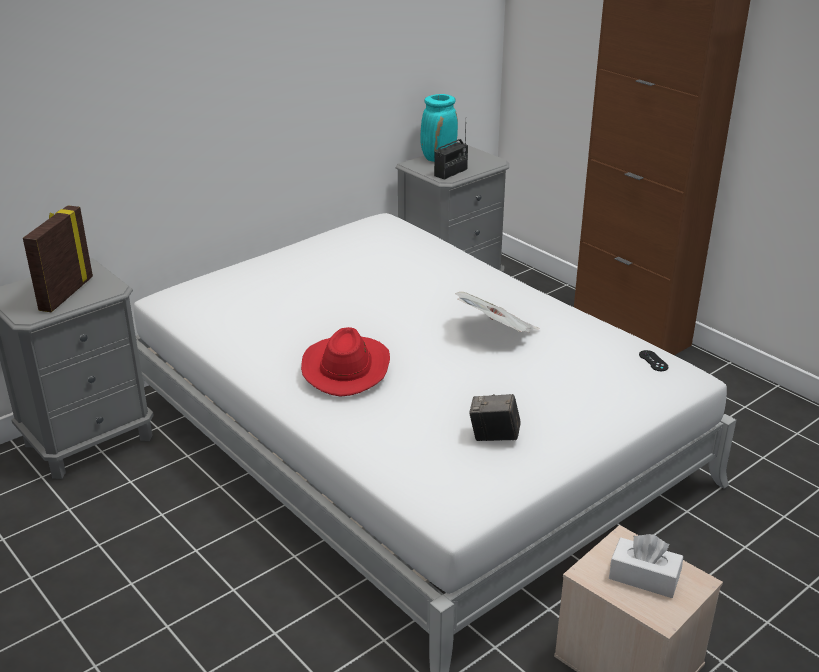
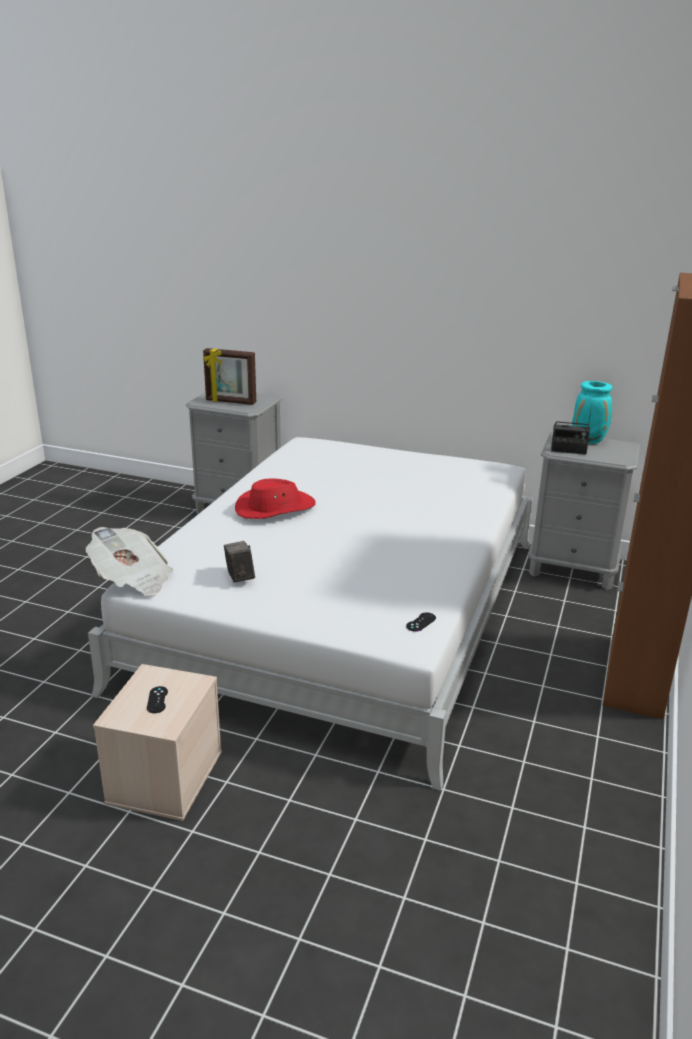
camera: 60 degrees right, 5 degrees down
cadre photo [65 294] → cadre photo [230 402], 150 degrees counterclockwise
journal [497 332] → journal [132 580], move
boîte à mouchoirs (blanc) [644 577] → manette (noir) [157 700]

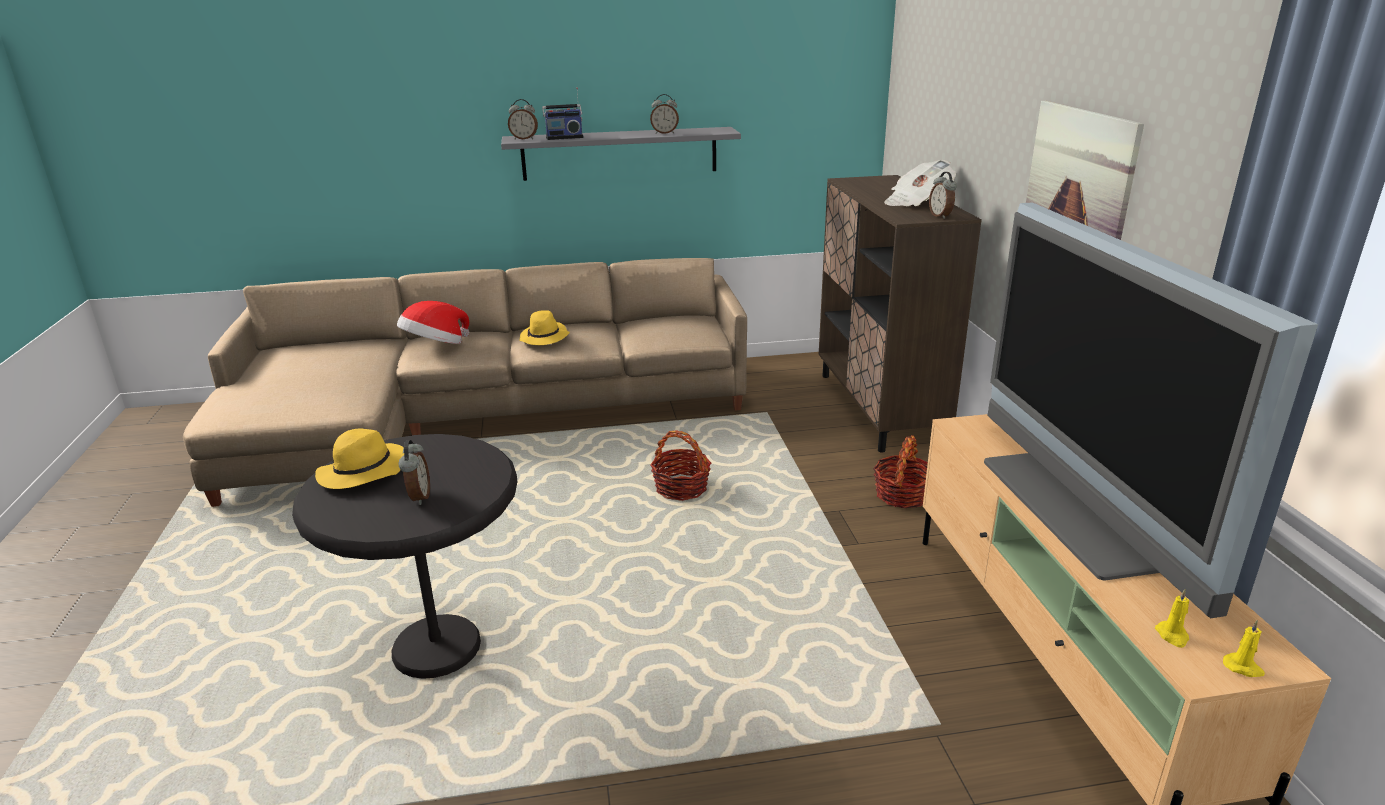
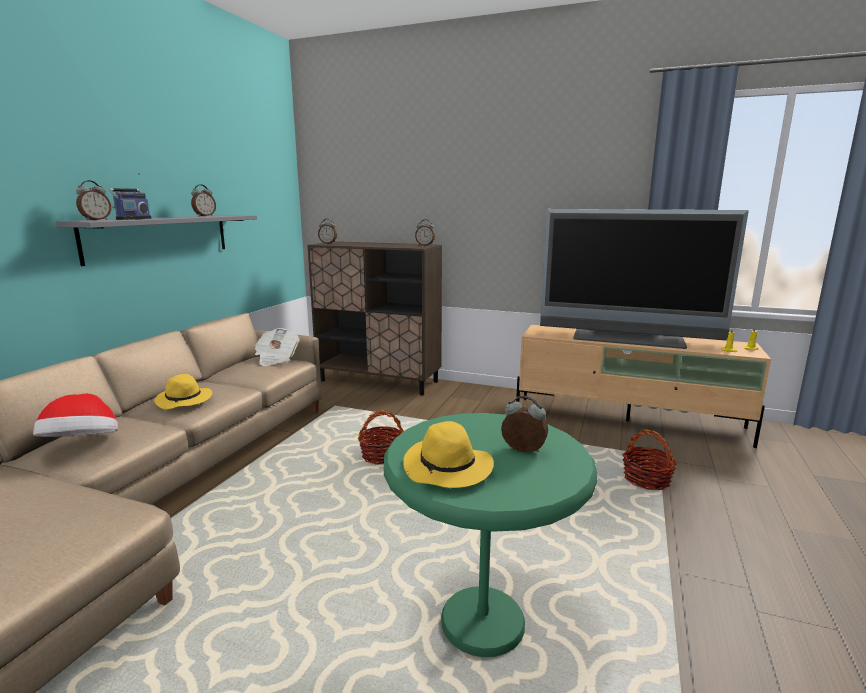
camera: 60 degrees left, 10 degrees down
table d'appoint (noir) [437 648] → table d'appoint (vert) [482 623]
panier [902 495] → panier [646 479], move
journal [916 202] → journal [276 359], move
tableau [1080 168] → -
- → réveil [328 243]

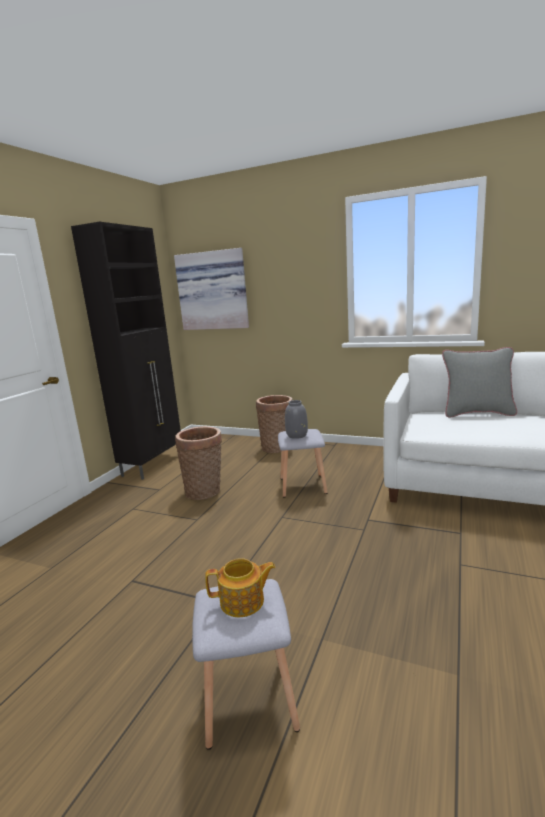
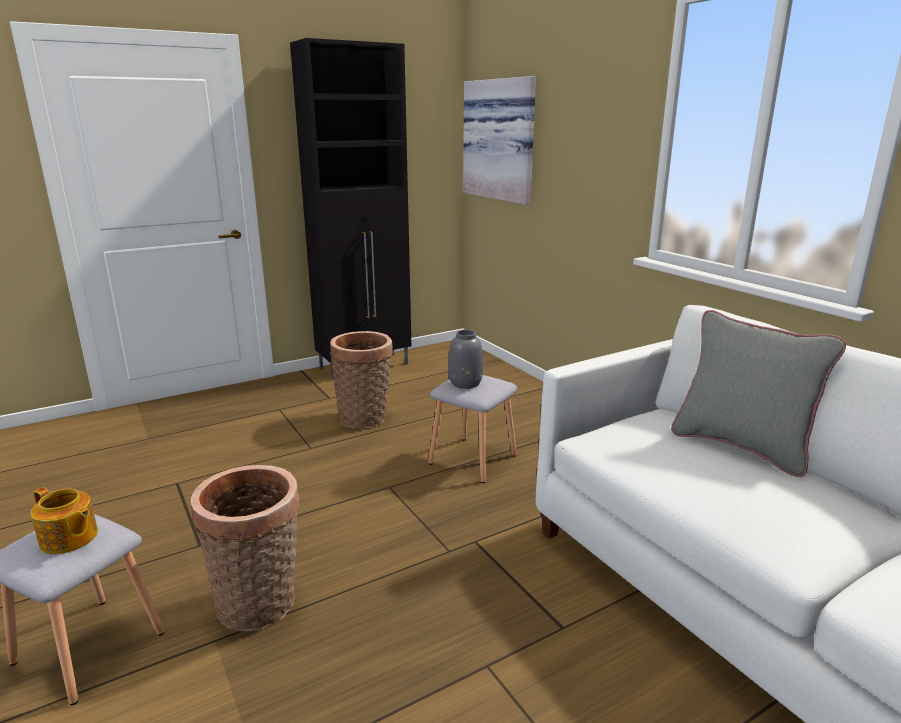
camera: 35 degrees right, 5 degrees up
panier [277 447] → panier [260 606], move

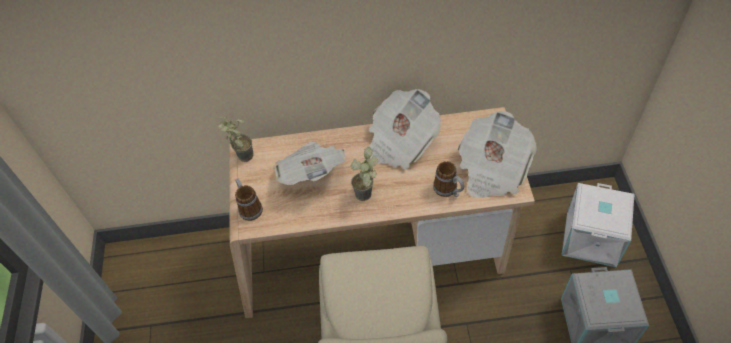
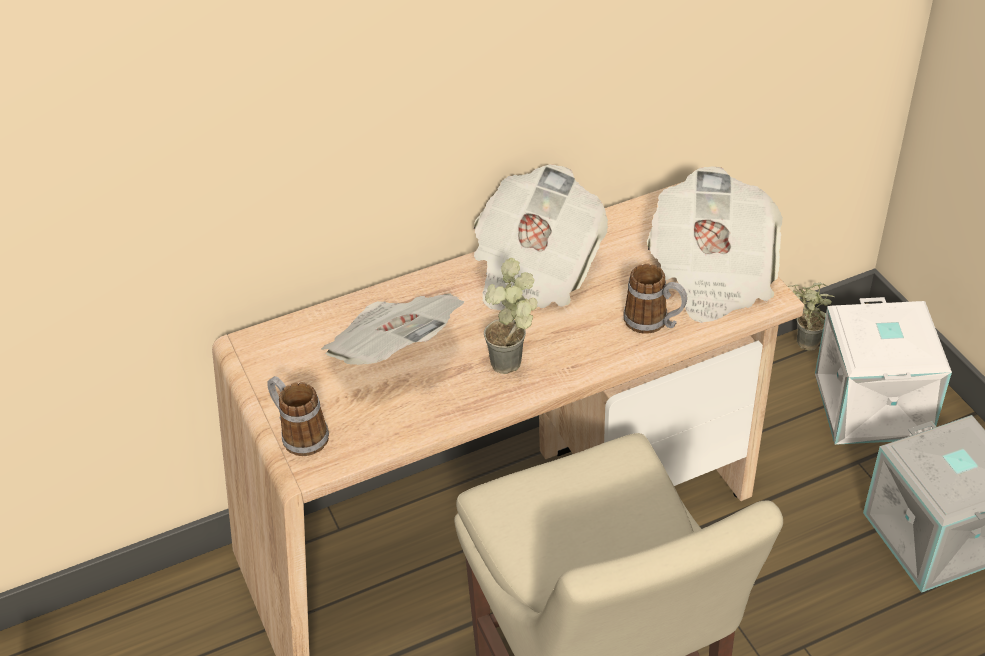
camera: 20 degrees left, 10 degrees down
plante en pot [241 156] → plante en pot [801 344], move

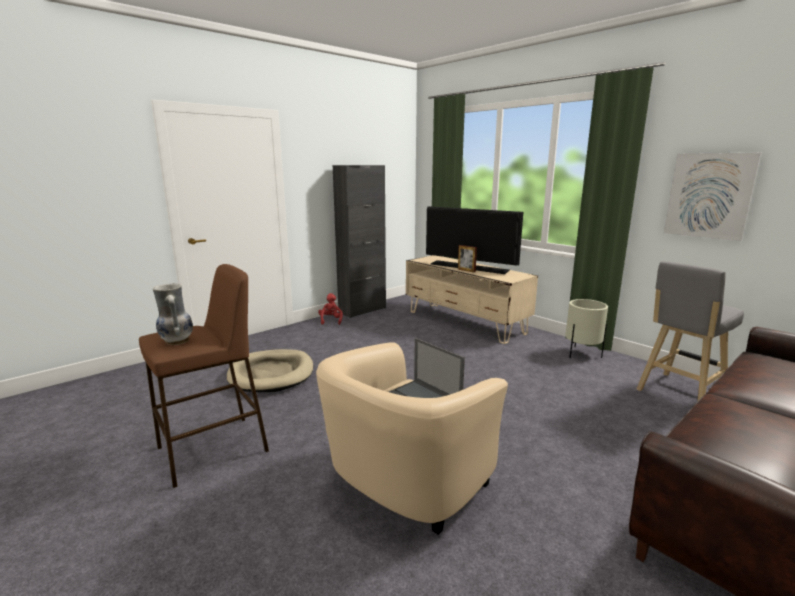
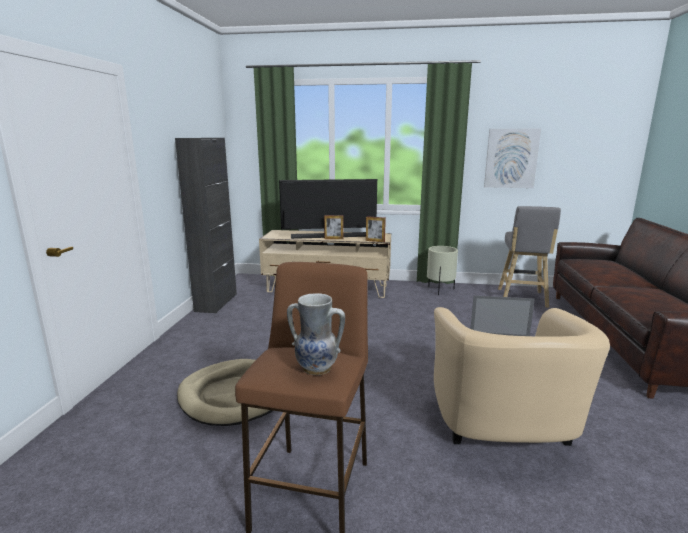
camera: 40 degrees left, 0 degrees up
peluche (rouge) [331 321] → -
- → cadre photo [375 241]

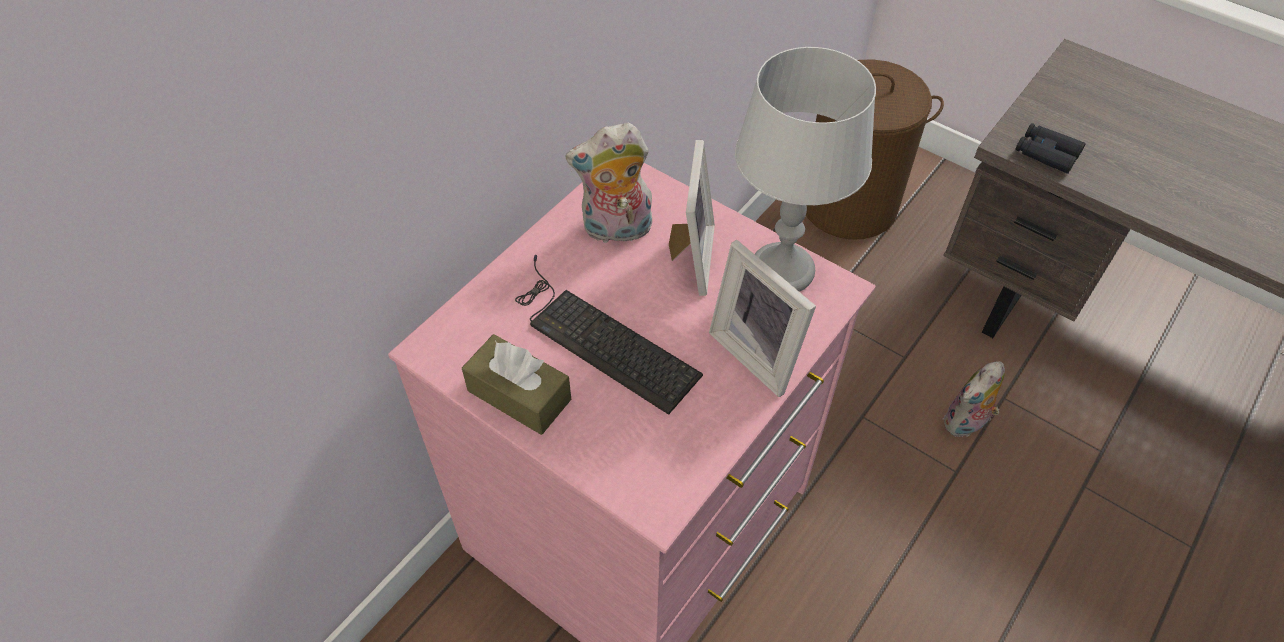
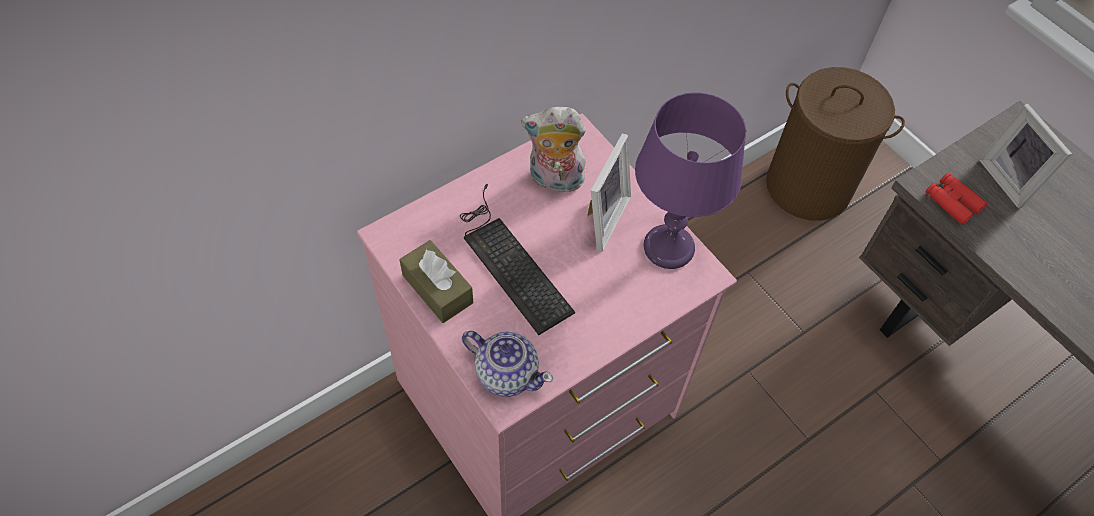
camera: 15 degrees right, 5 degrees up
cadre photo [759 352] → cadre photo [1009 180], move
lampe de table (gris) [782 270] → lampe de table (violet) [669 247]
peluche [965 424] → -
jumelles (noir) [1046 153] → jumelles (rouge) [952 202]
- → théière [506 373]

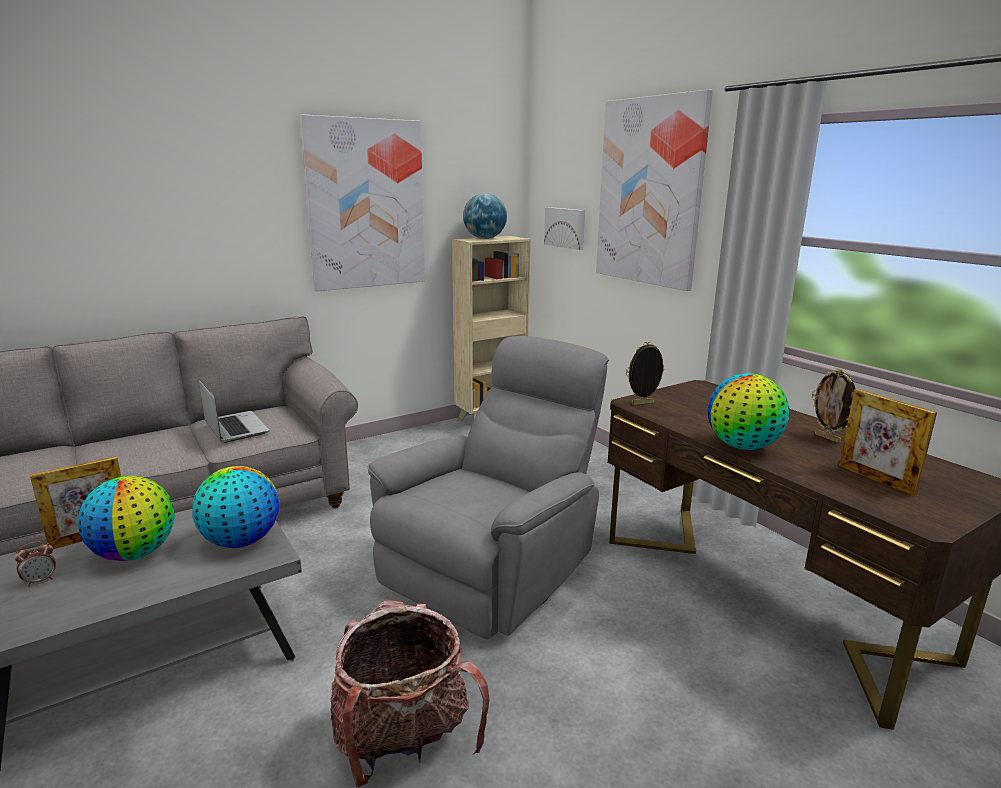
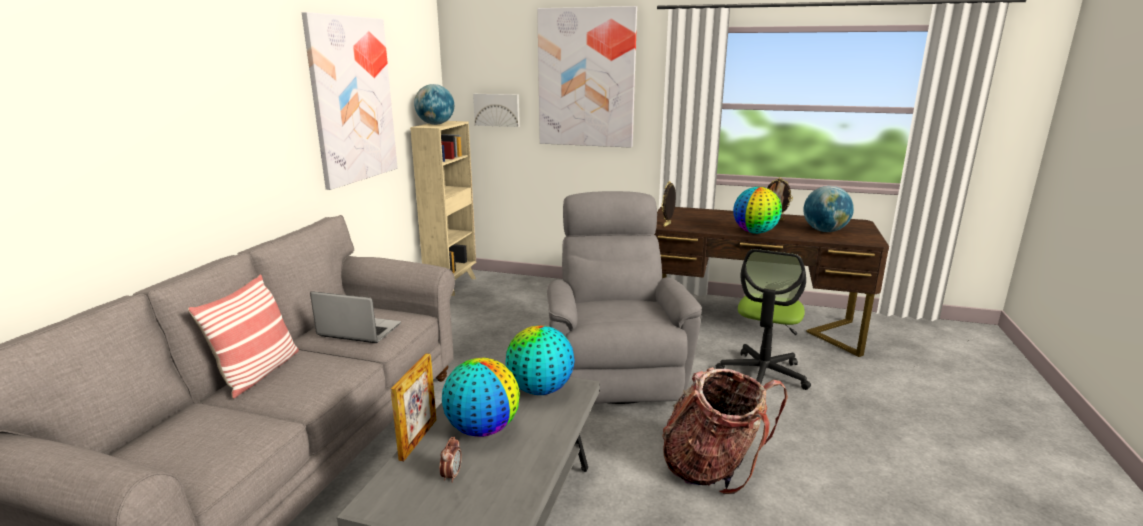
camera: 40 degrees left, 0 degrees up
cadre photo [875 479] → globe [825 231]
- → coussin [258 372]
- → chaise de bureau [762 374]

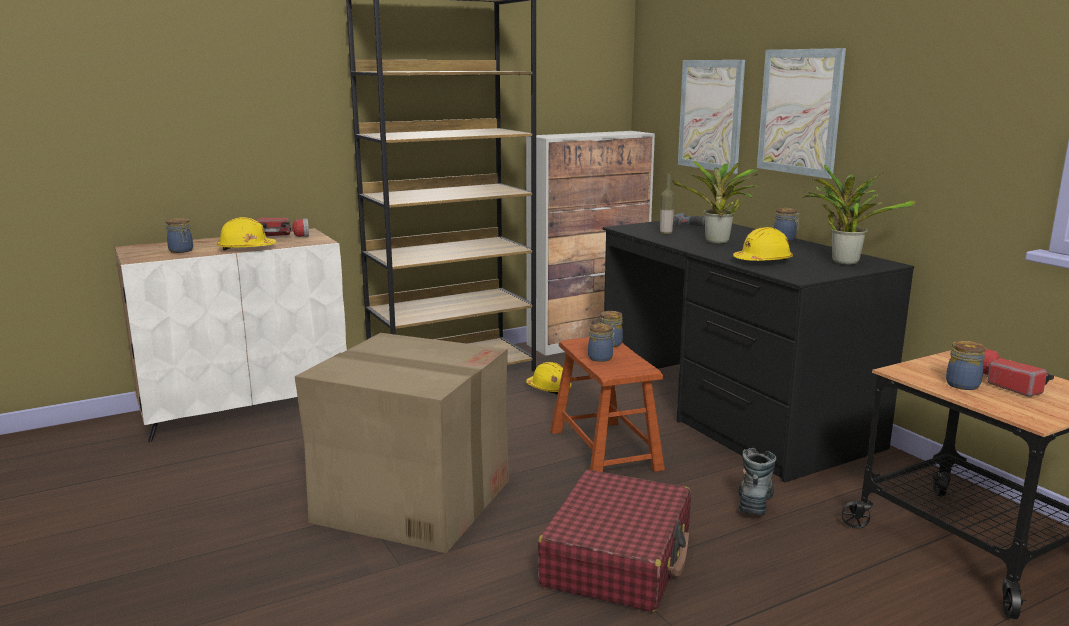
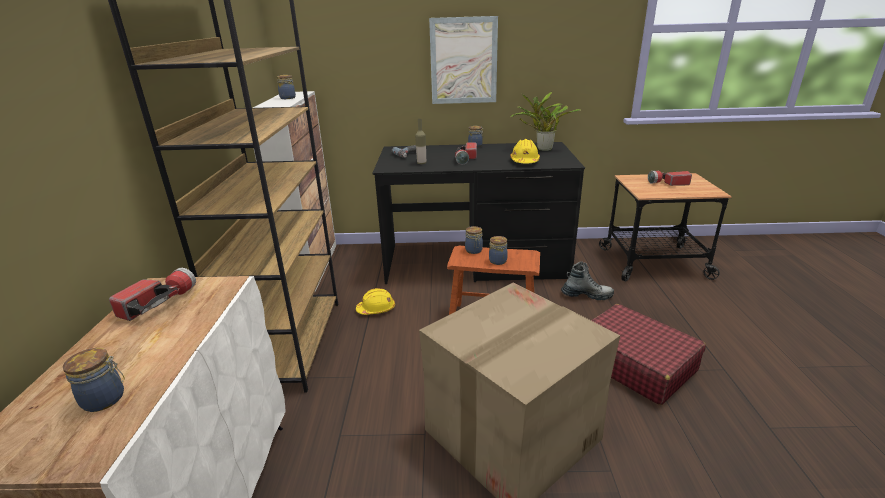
camera: 60 degrees left, 10 degrees up
casque de chantier (jaune) [246 249] → -
plante en pot [717 243] → lampe de poche [466 159]
tableau [711 115] → -
botte [755 500] → botte [586 295], 135 degrees clockwise
bocal [962 384] → bocal [287 98], move

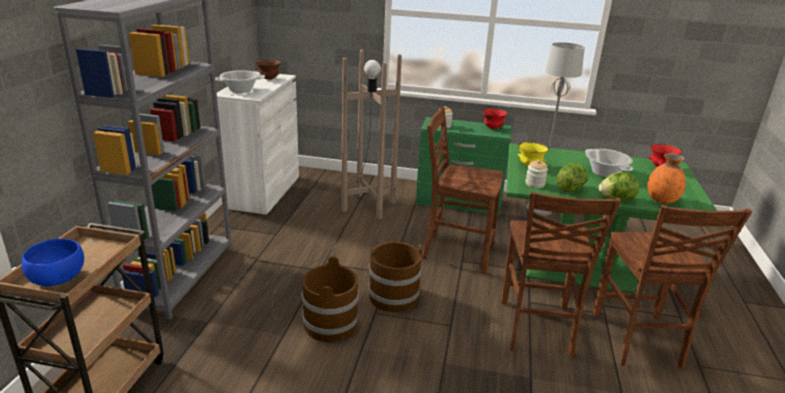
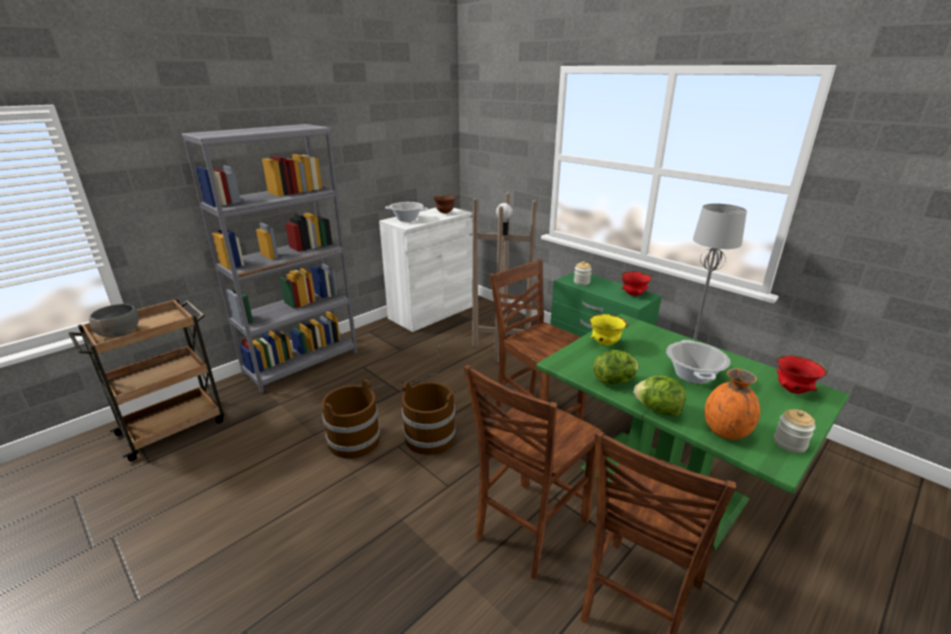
camera: 35 degrees right, 0 degrees up
bol (bleu) [57 279] → bol (gris) [119 333]
bocal [535 184] → bocal [789 443], move

